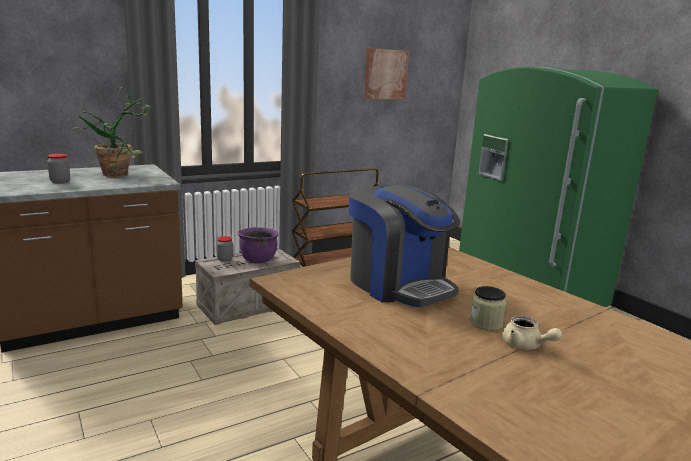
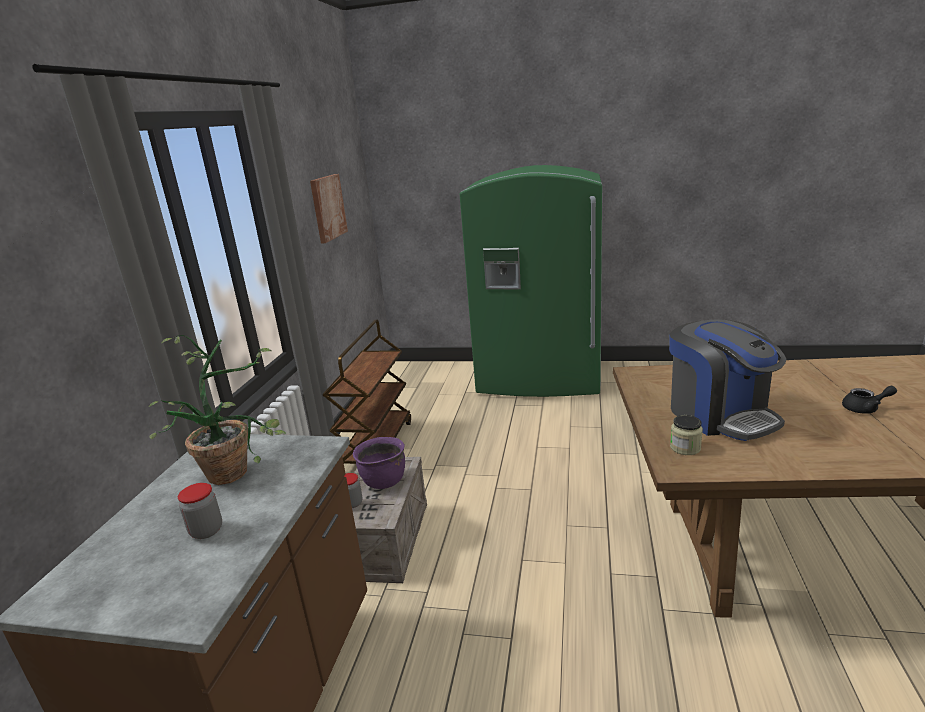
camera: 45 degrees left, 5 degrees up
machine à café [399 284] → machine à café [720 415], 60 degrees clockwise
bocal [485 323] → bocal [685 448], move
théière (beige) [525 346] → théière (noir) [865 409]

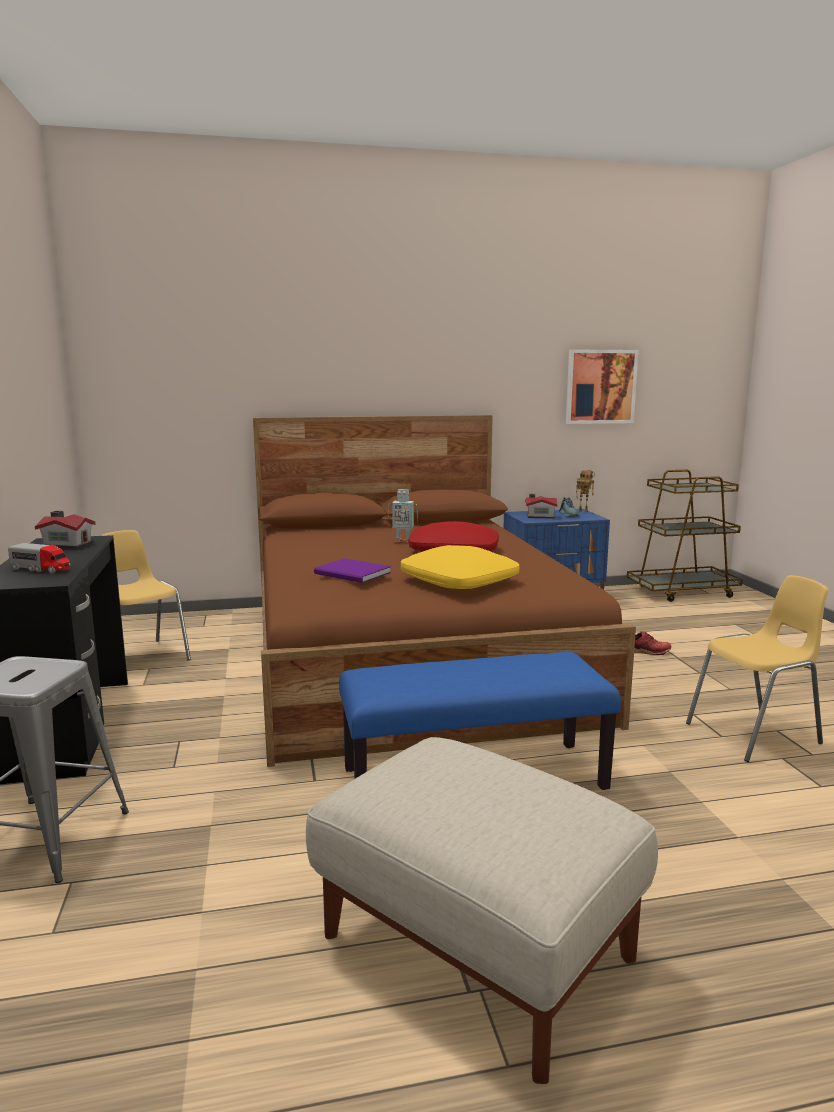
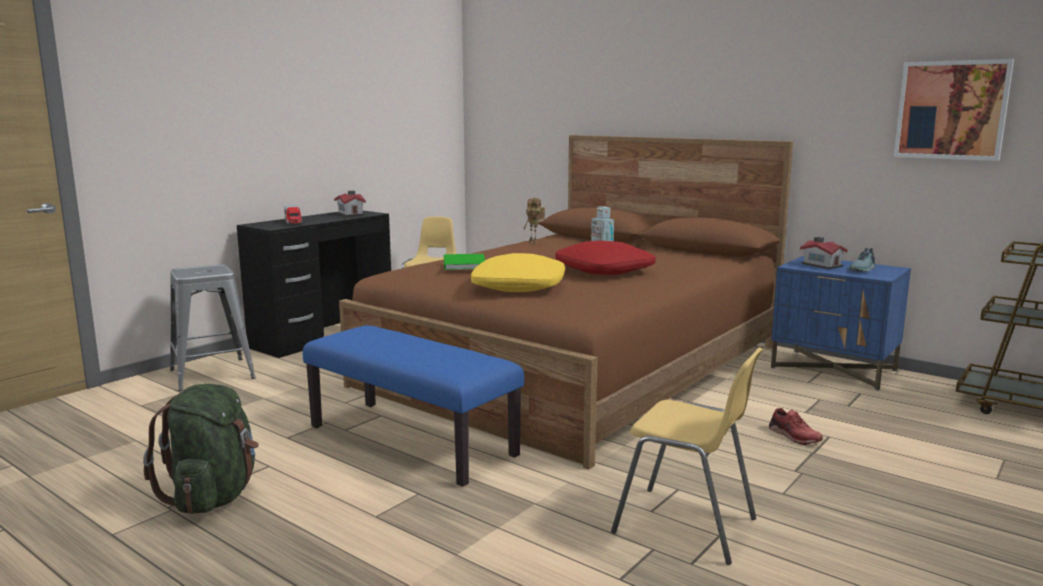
camera: 50 degrees right, 0 degrees up
pouf (beige) [475 944] → sac à dos (vert) [213 496]
livre (violet) [353 573] → livre (vert) [463 264]
robot jouet [583 511] → robot jouet [534 243], move

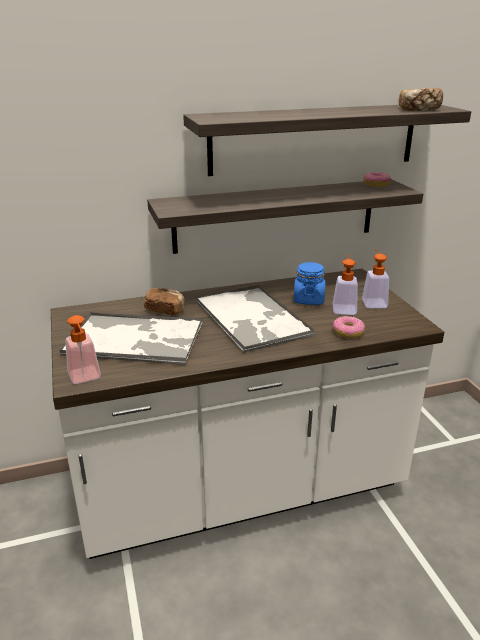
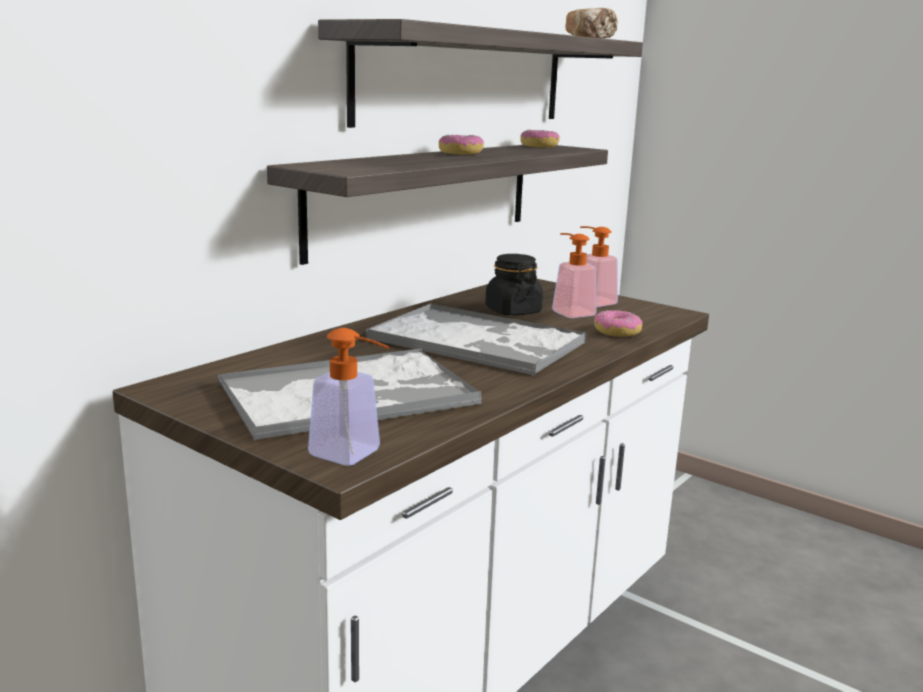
camera: 35 degrees left, 10 degrees down
pain [165 310] → -
bocal (bleu) [308 299] → bocal (noir) [512 311]
- → beignet [461 153]

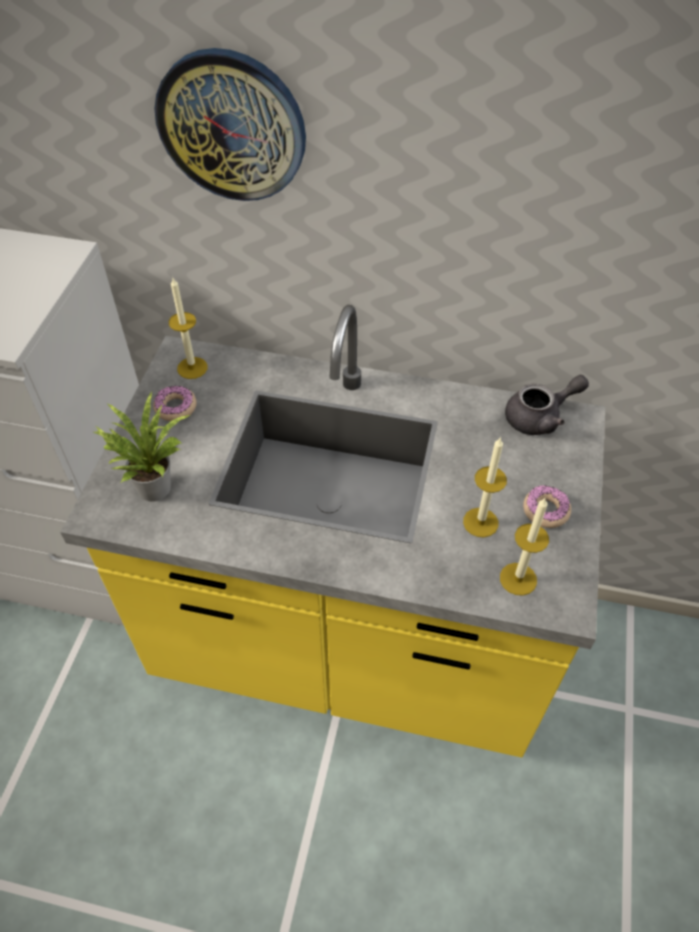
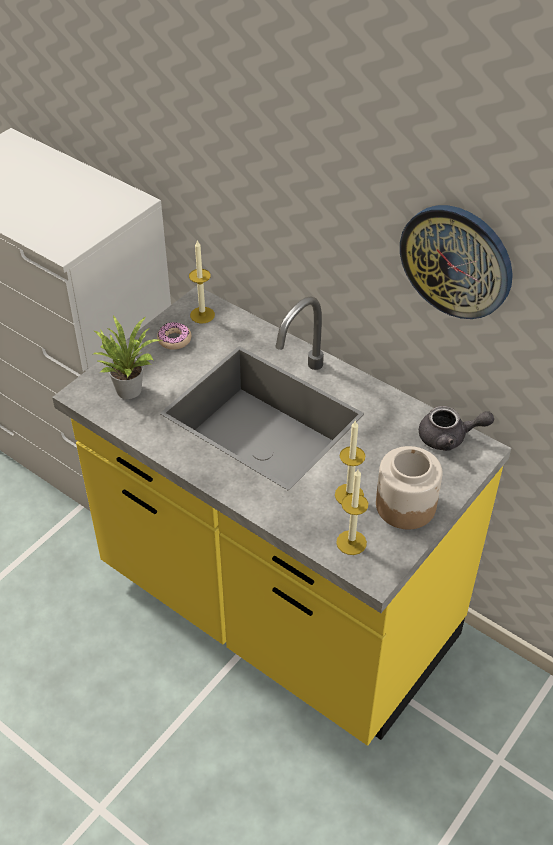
camera: 25 degrees right, 5 degrees down
horloge murale [232 126] → horloge murale [456 261], move
beignet [545 511] → bocal [405 505]

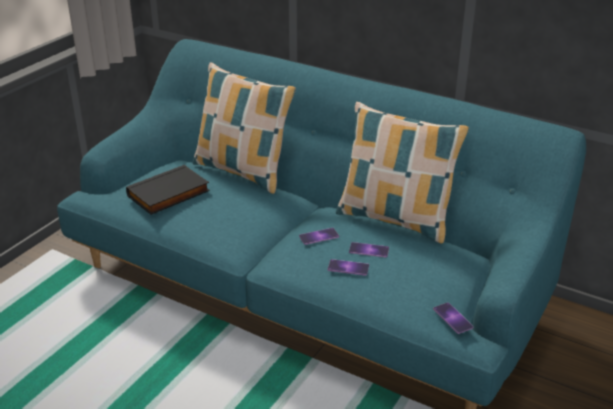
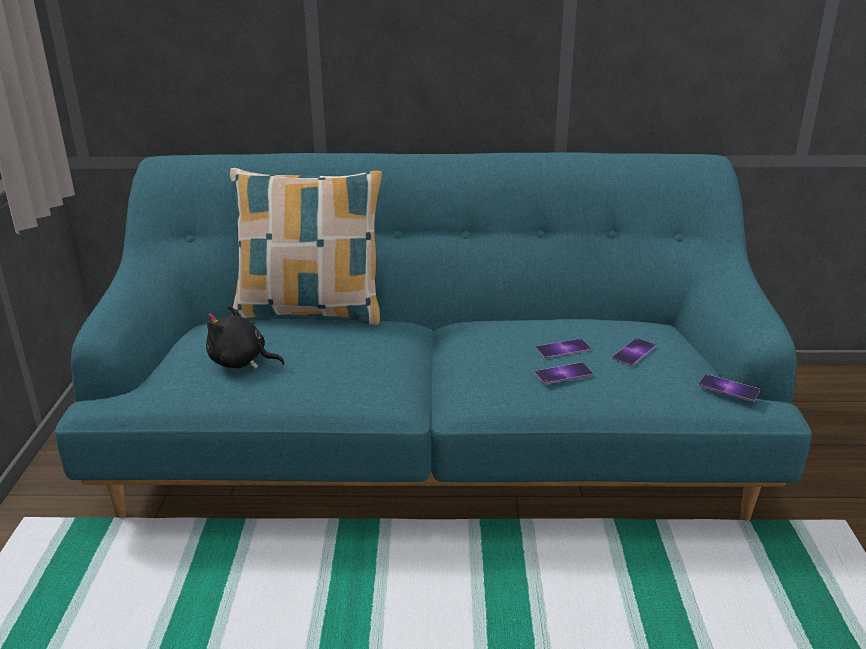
camera: 30 degrees left, 5 degrees down
livre (noir) [169 194] → peluche (noir) [241 362]
téléphone [319 236] → téléphone [634 352], move
coussin [395 219] → -

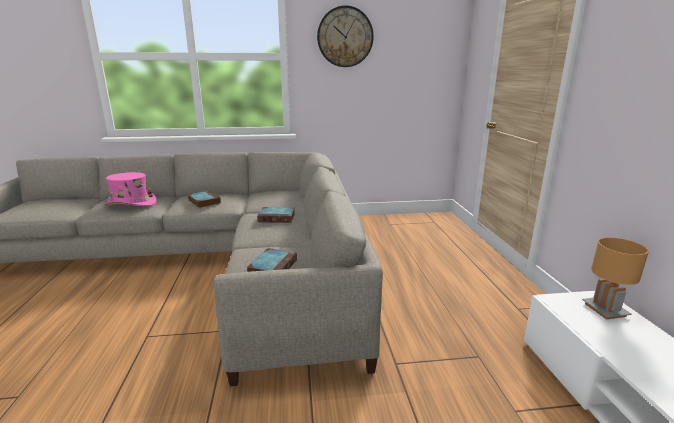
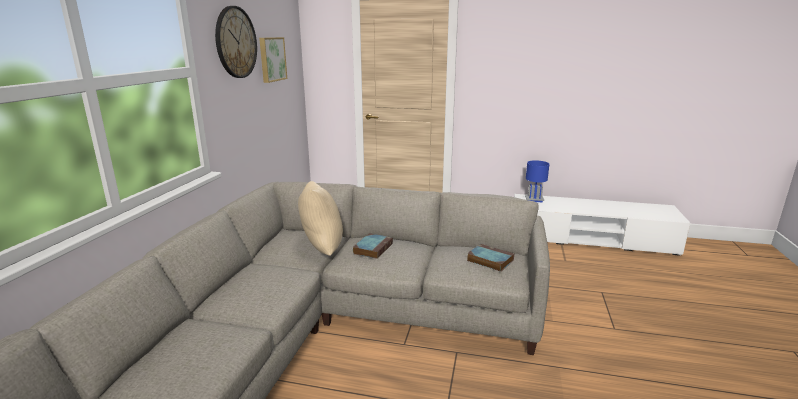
camera: 70 degrees left, 0 degrees up
chapeau (rose) [130 204] → -
livre [203 201] → -
lampe de table (marron) [604 310] → lampe de table (bleu) [534 200]
- → tableau [271 59]
- → coussin (beige) [321 249]

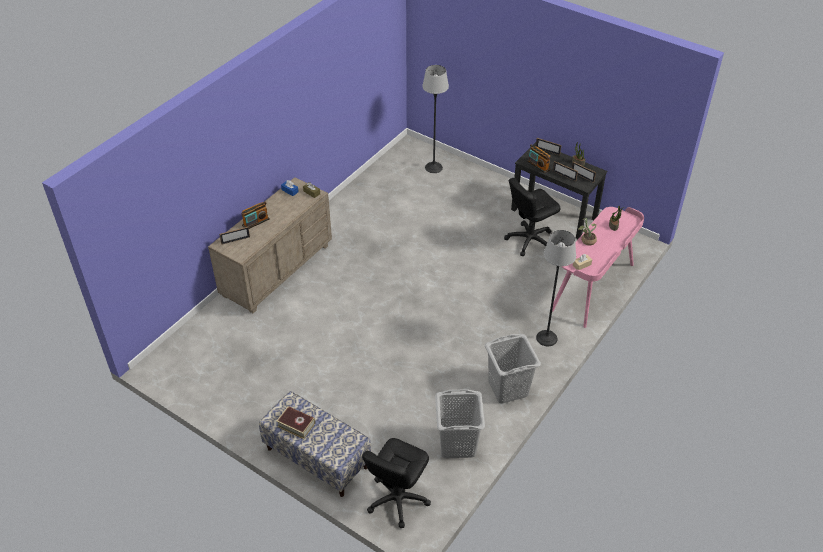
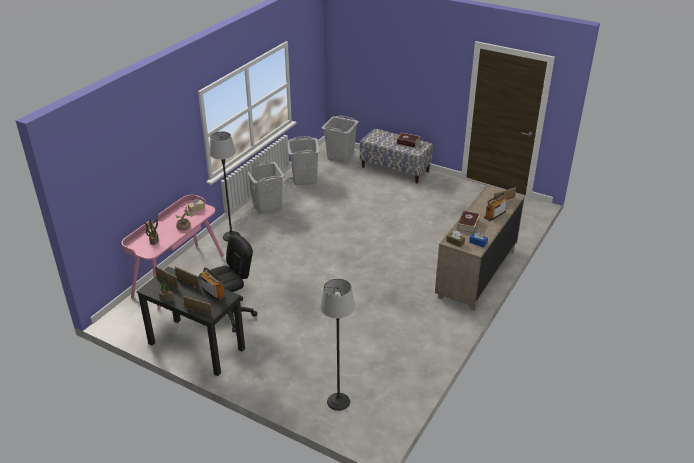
camera: 175 degrees right, 10 degrees down
chaise de bureau (noir) [397 499] → panier à linge (gris) [340 156]
- → livre [468 225]

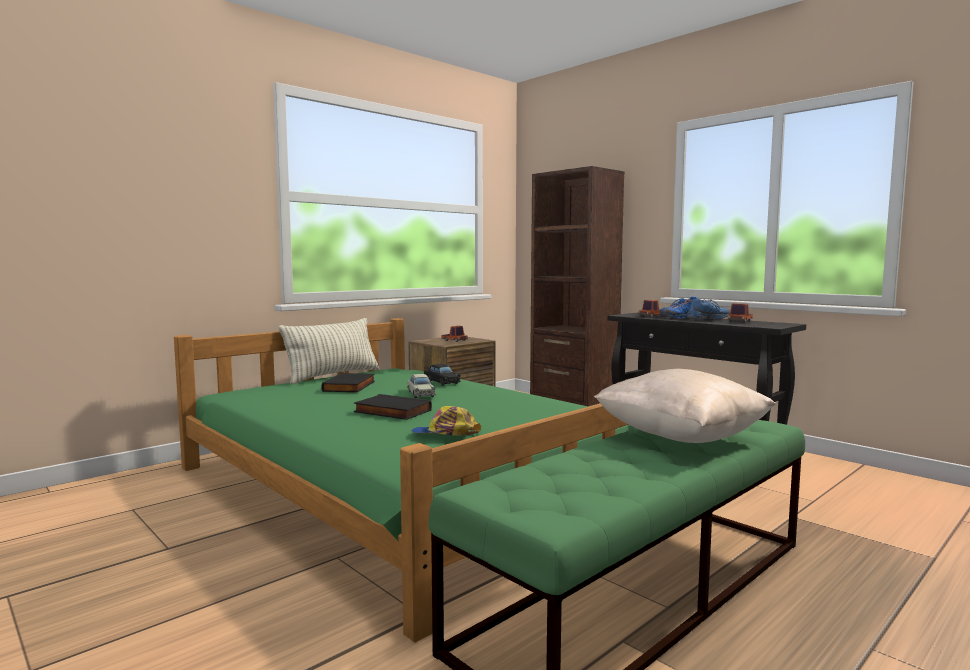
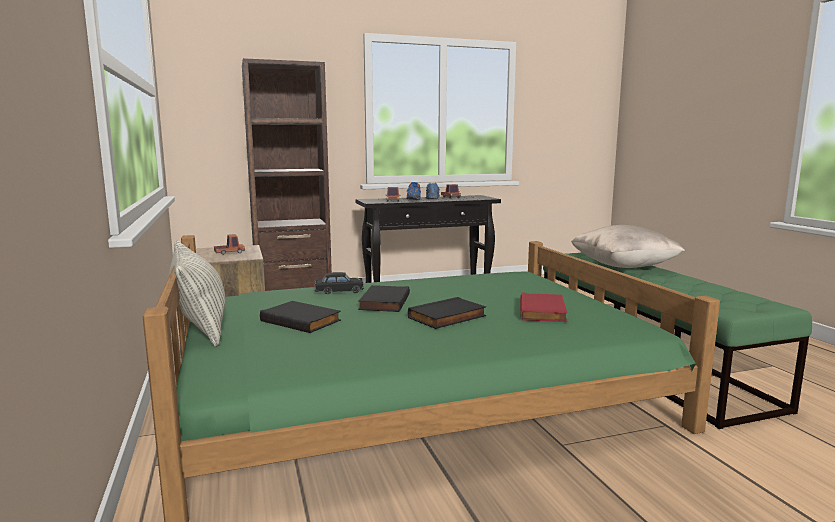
camera: 65 degrees left, 5 degrees up
petite voiture (beige) [420 394] → livre (noir) [383 302]
casquette [445 434] → livre (rouge) [544 312]

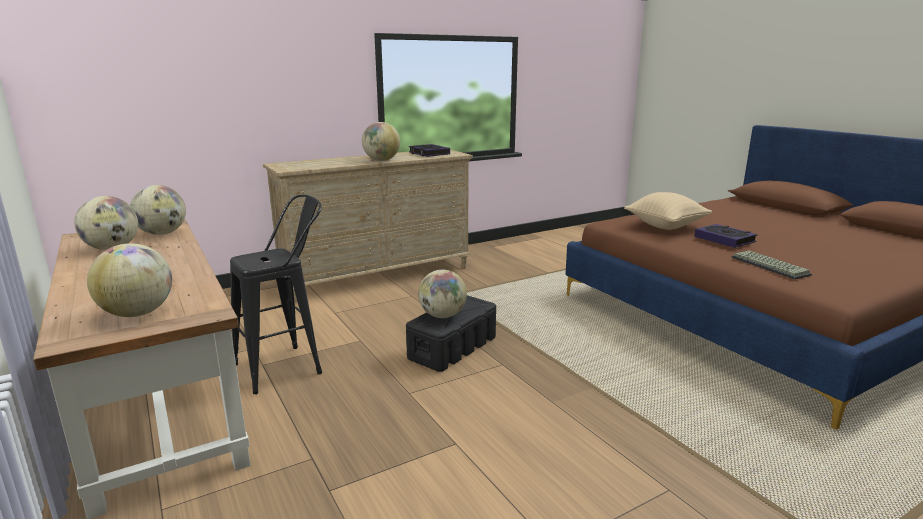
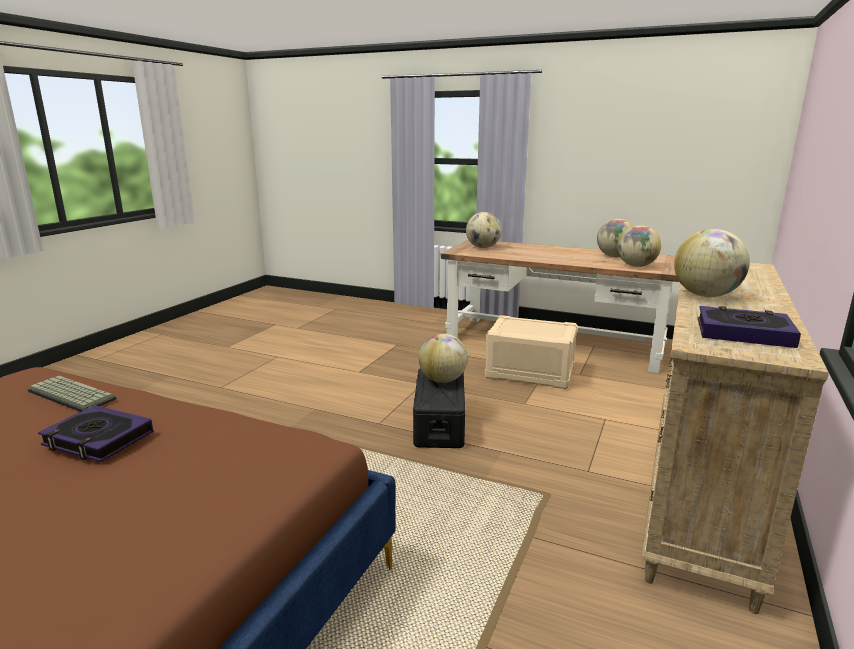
camera: 145 degrees right, 0 degrees up
tabouret (noir) [287 366] → boîte de rangement (beige) [529 373]
coussin (beige) [665 226] → -

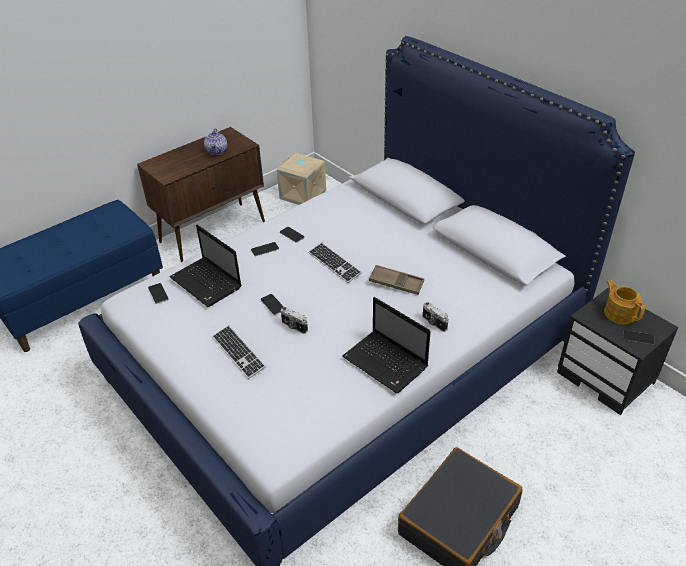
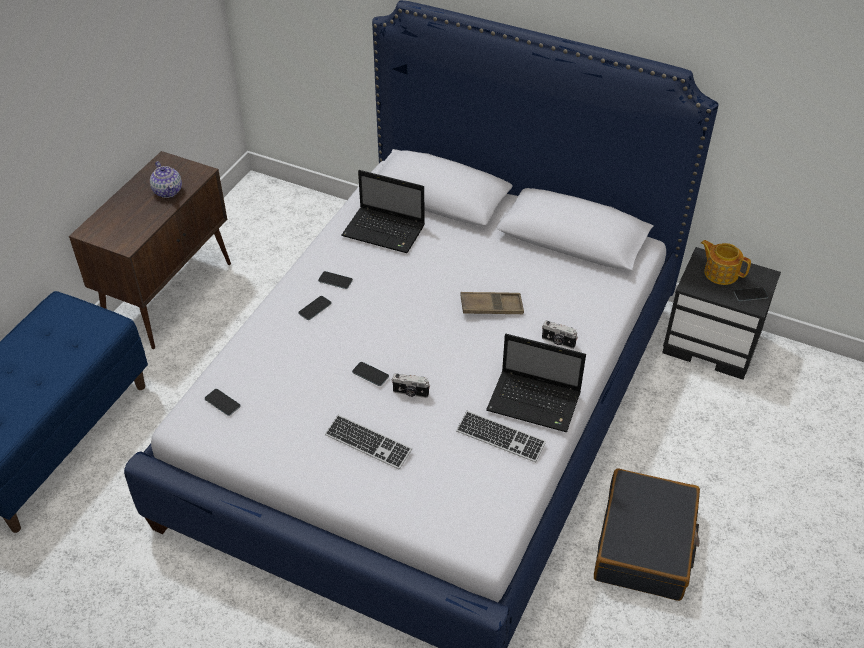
camera: 25 degrees left, 5 degrees up
ordinateur portable [207 283] → ordinateur portable [385 231], move
boîte de rangement (beige) [302 195] → -
clavier [334 264] → clavier [500 438], move

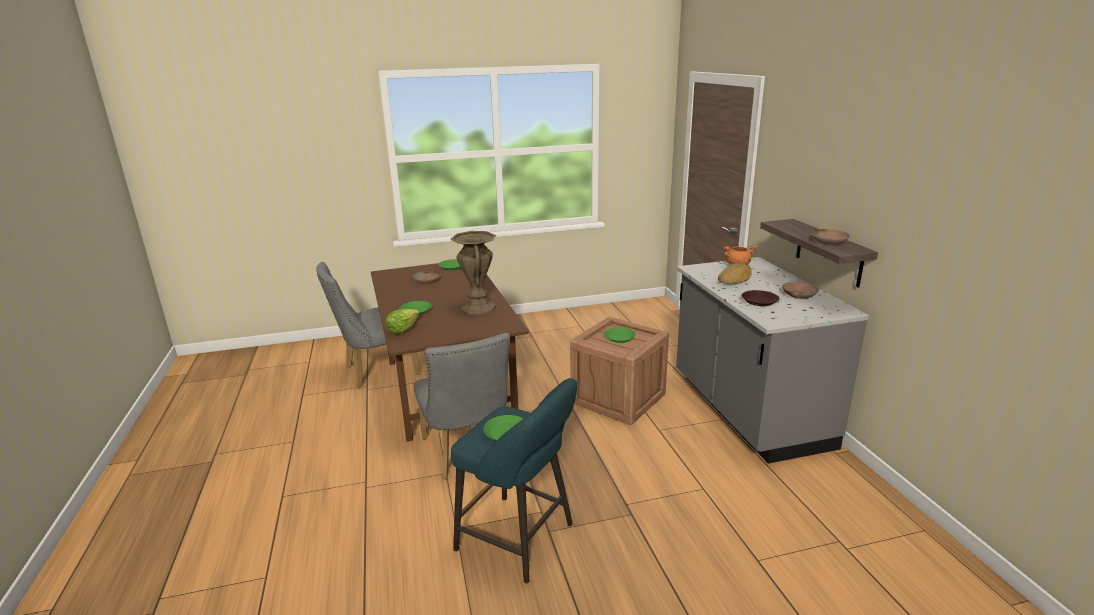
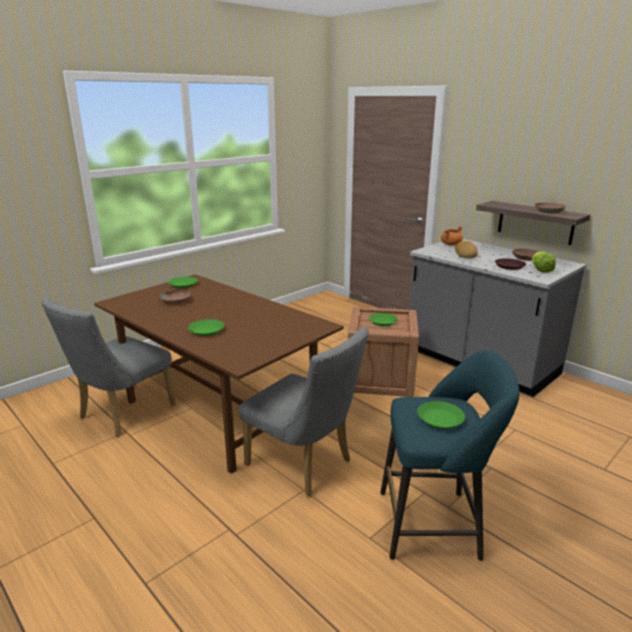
camera: 30 degrees left, 0 degrees up
laitue [402 329] → laitue [540 270], move
vase (marron) [478 308] → -

